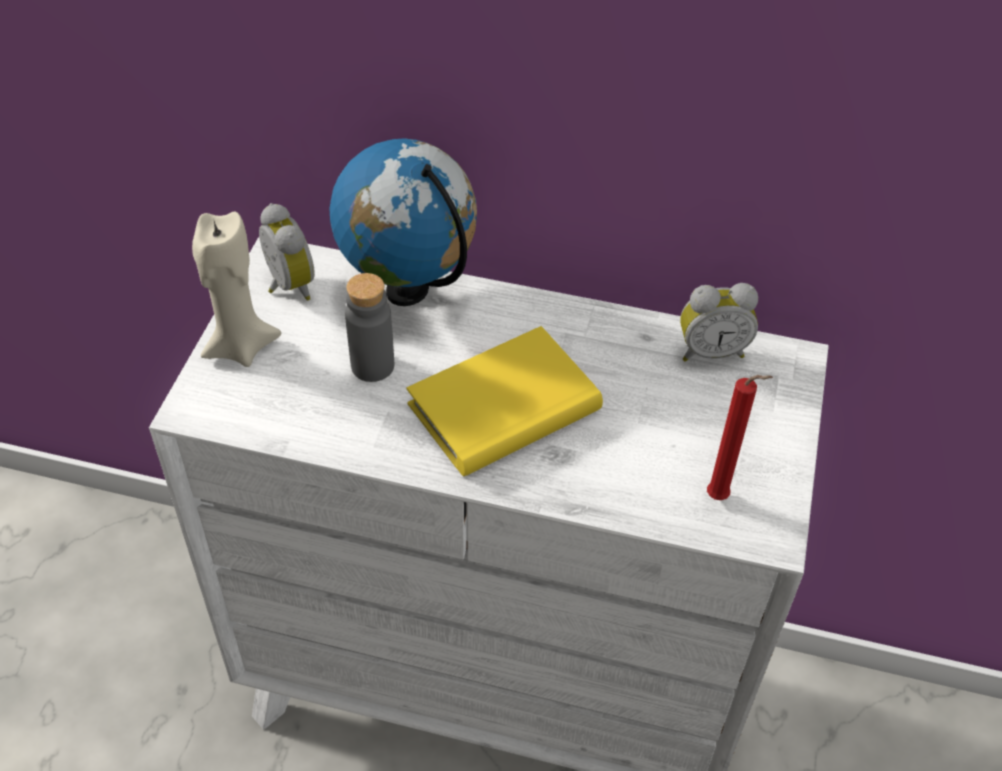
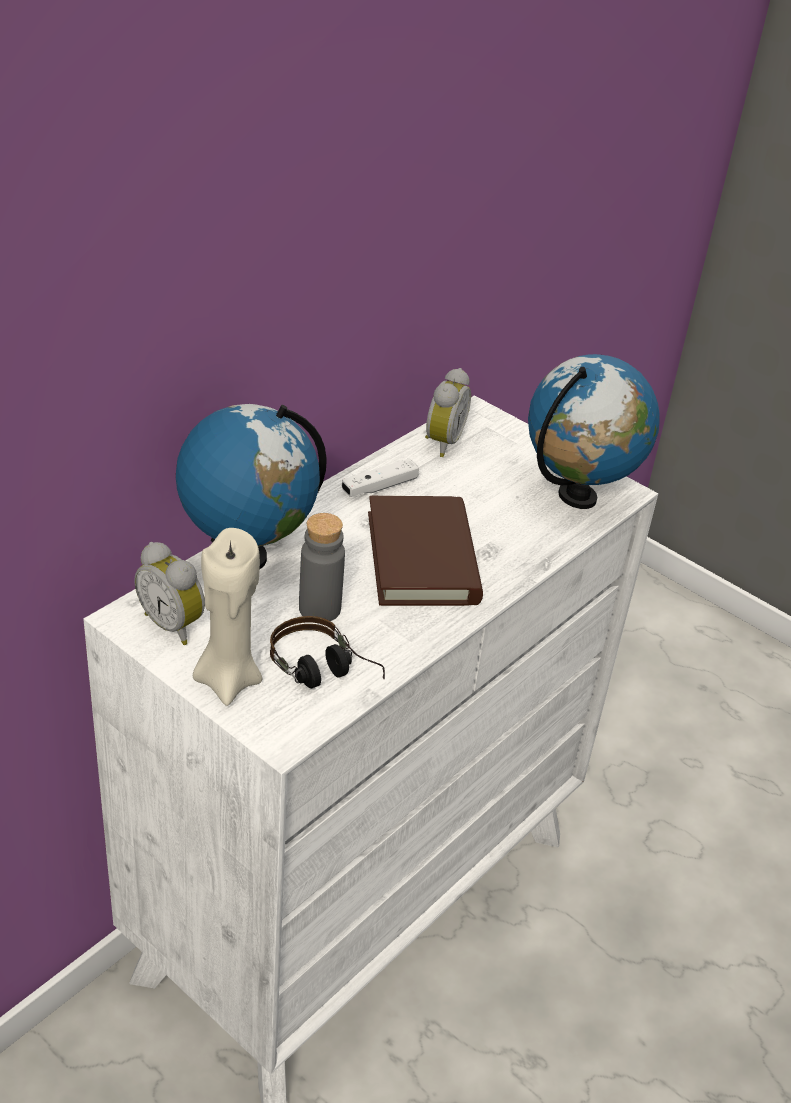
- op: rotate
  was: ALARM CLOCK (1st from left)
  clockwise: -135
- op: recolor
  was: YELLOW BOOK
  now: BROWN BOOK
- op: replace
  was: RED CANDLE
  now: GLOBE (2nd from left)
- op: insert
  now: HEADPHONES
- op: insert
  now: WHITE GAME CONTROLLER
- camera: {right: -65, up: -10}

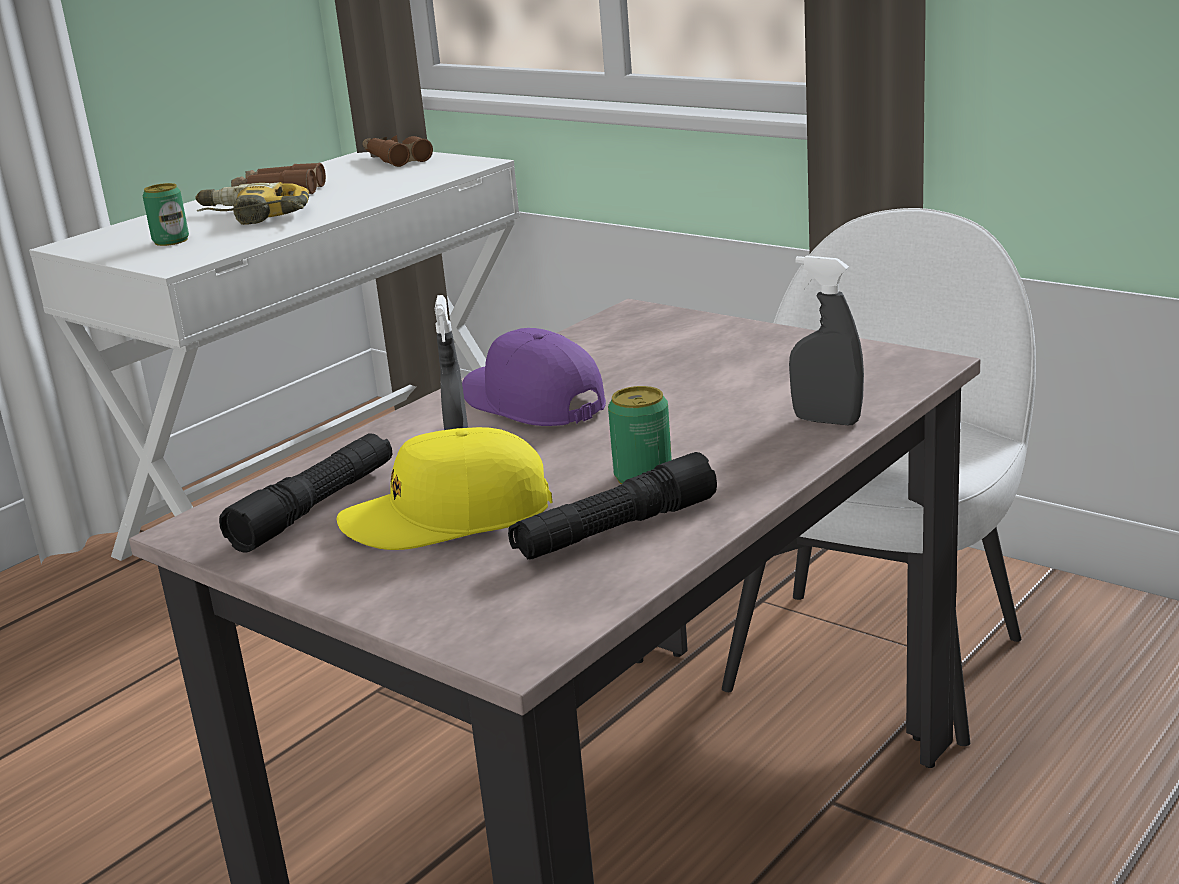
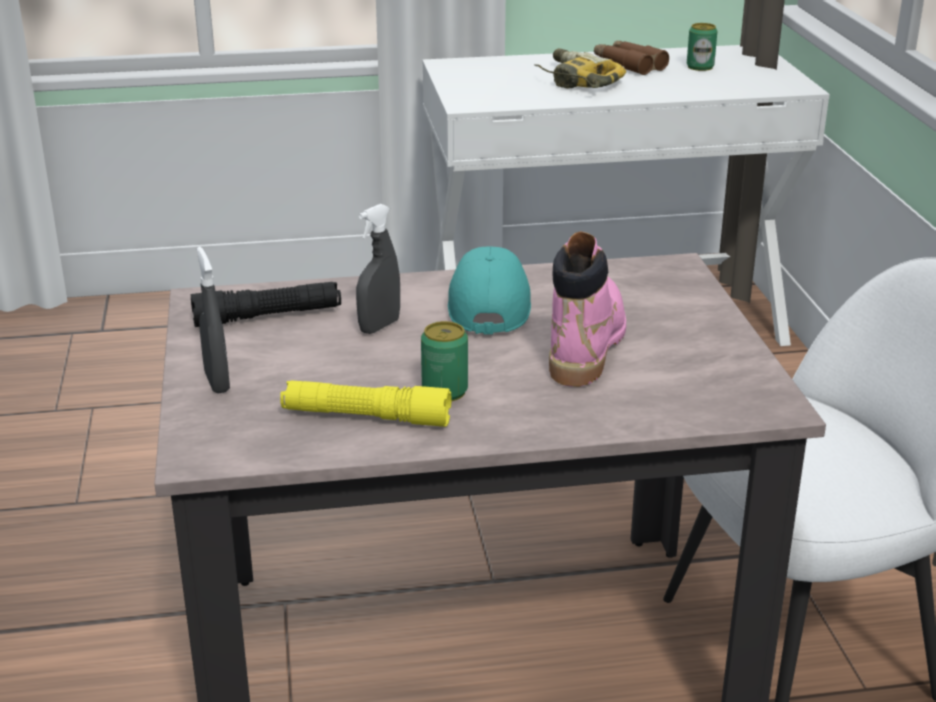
- op: move
  was: CAN (1st from left in the first image)
  now: CAN (2nd from left)
- op: delete
  was: YELLOW CAP
- op: delete
  was: BROWN BINOCULARS (2nd from left)
- op: recolor
  was: PURPLE CAP
  now: TURQUOISE CAP
- op: recolor
  was: BLACK FLASHLIGHT (2nd from left)
  now: YELLOW FLASHLIGHT
- op: move
  was: GREY SPRAY BOTTLE (2nd from left in the first image)
  now: GREY SPRAY BOTTLE (1st from left)
- op: insert
  now: PINK BOOT
- camera: {right: 40, up: 5}

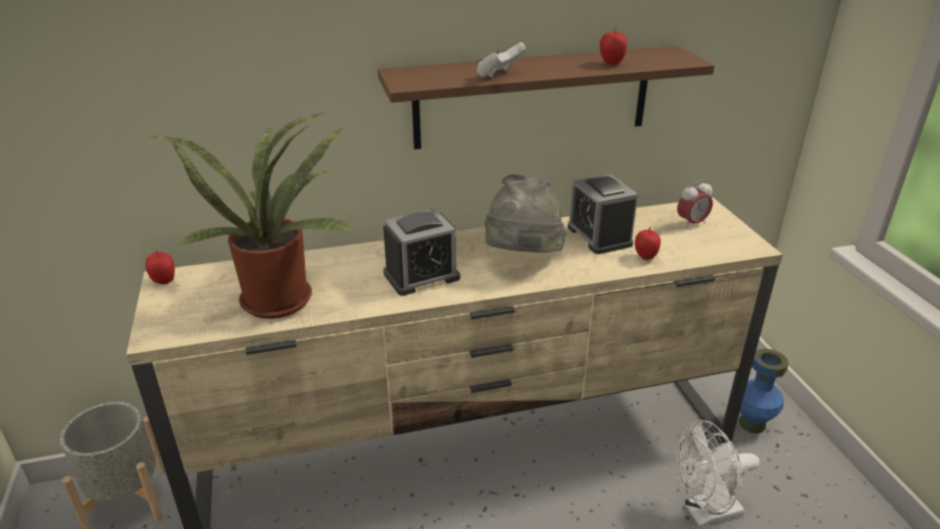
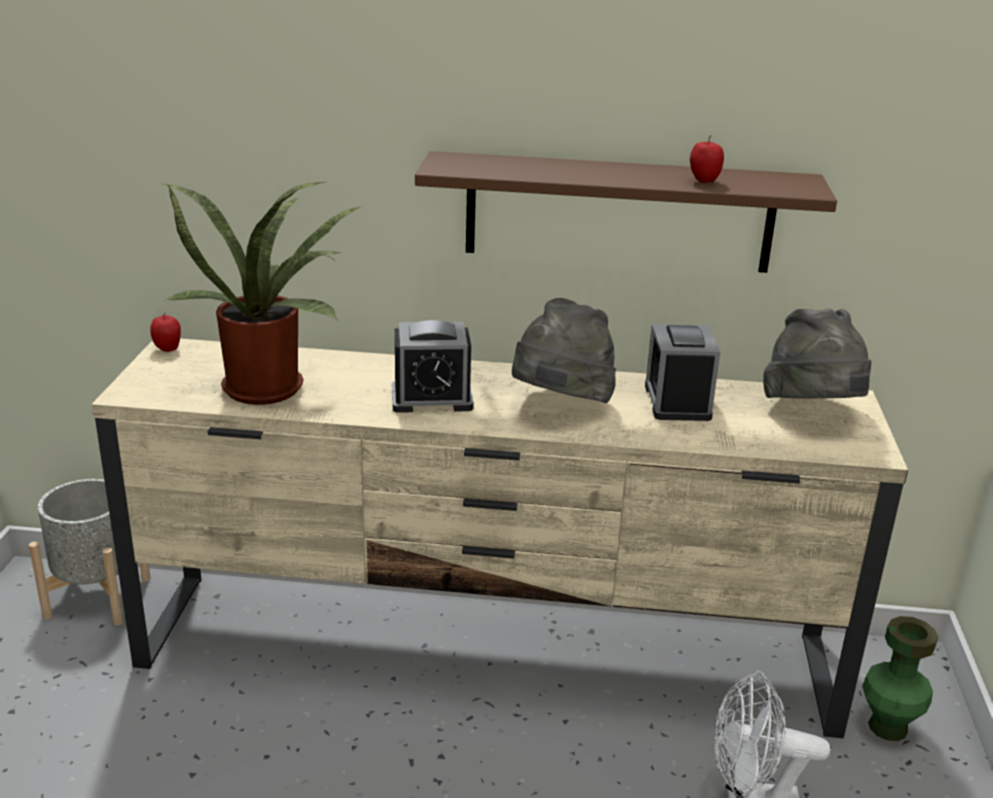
- op: delete
  was: WHITE GAME CONTROLLER
- op: delete
  was: APPLE (3rd from left)
- op: replace
  was: ALARM CLOCK (3rd from left)
  now: GREY HAT (2nd from left)
- op: recolor
  was: BLUE VASE
  now: GREEN VASE
- camera: {right: 20, up: -5}

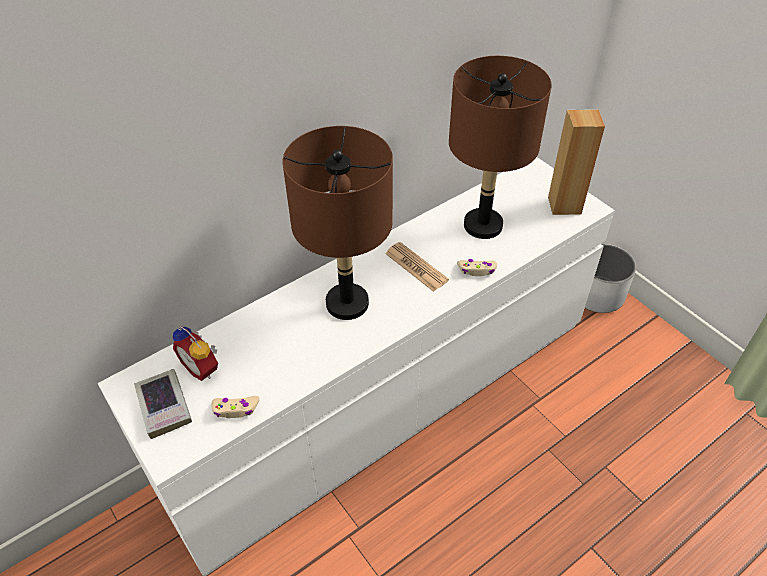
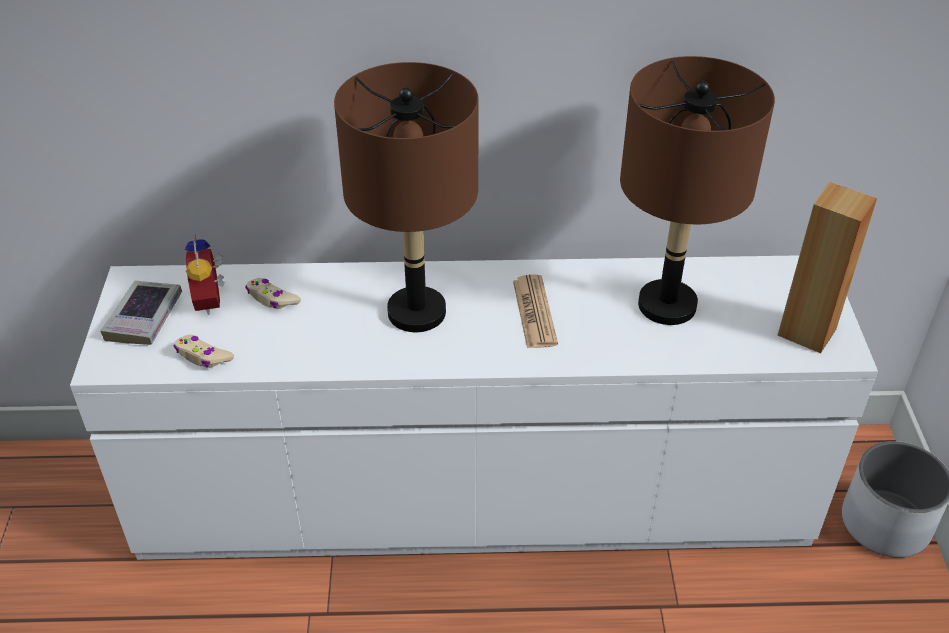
- op: move
  was: BEIGE GAME CONTROLLER (2nd from left)
- camera: {right: 35, up: -5}

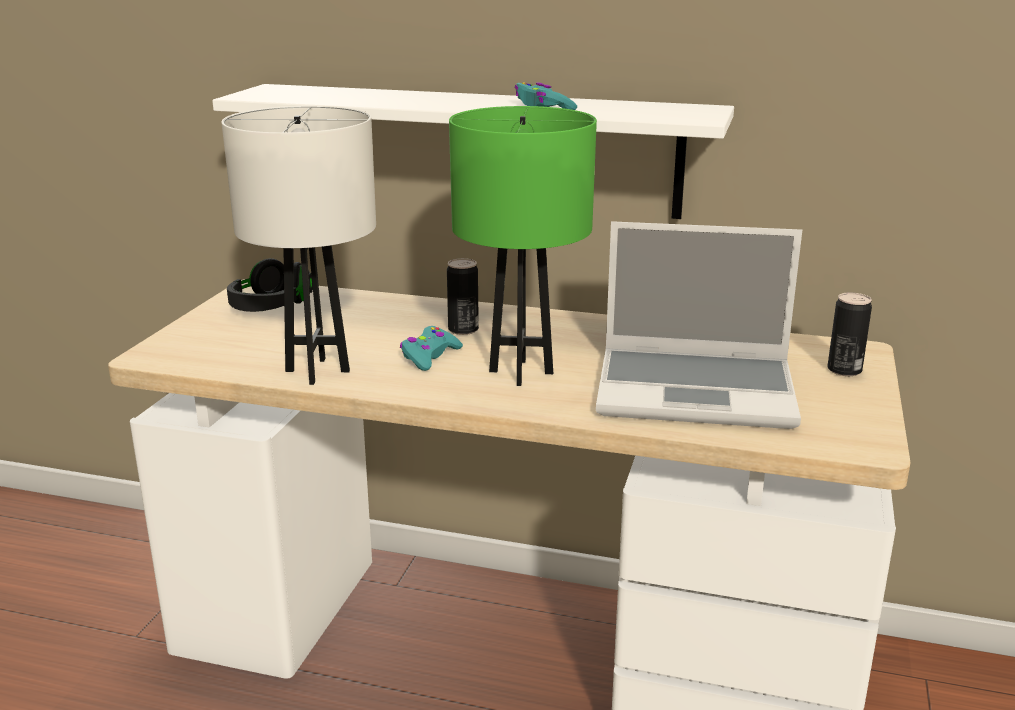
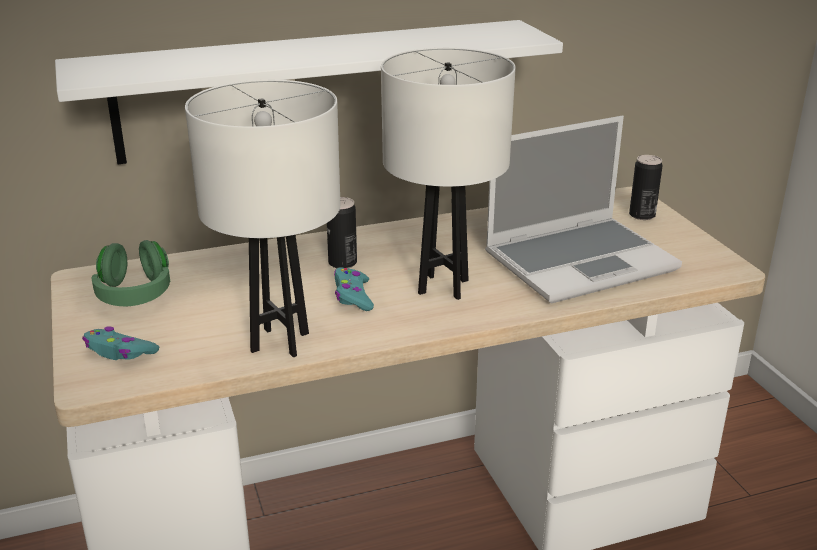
- op: recolor
  was: BLACK HEADPHONES
  now: GREEN HEADPHONES
- op: recolor
  was: GREEN TABLE LAMP
  now: WHITE TABLE LAMP (2nd from left)
- op: move
  was: TURQUOISE GAME CONTROLLER (2nd from left in the first image)
  now: TURQUOISE GAME CONTROLLER (1st from left)
- camera: {right: -35, up: 5}

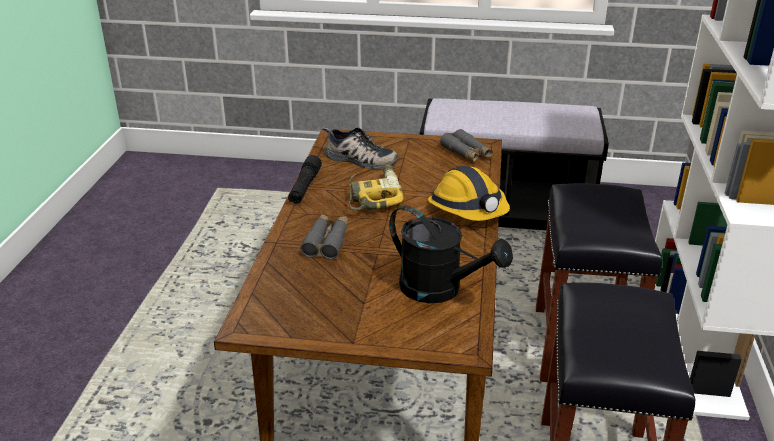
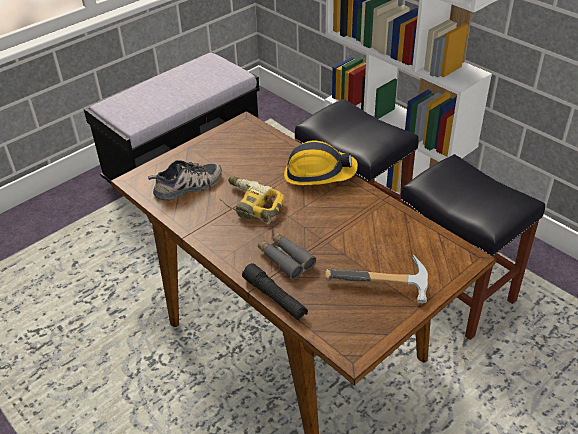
- op: move
  was: BLACK FLASHLIGHT
- op: delete
  was: BLACK WATERING CAN
- op: delete
  was: GREY BINOCULARS (2nd from left)
- op: insert
  now: HAMMER
- camera: {right: -50, up: 10}

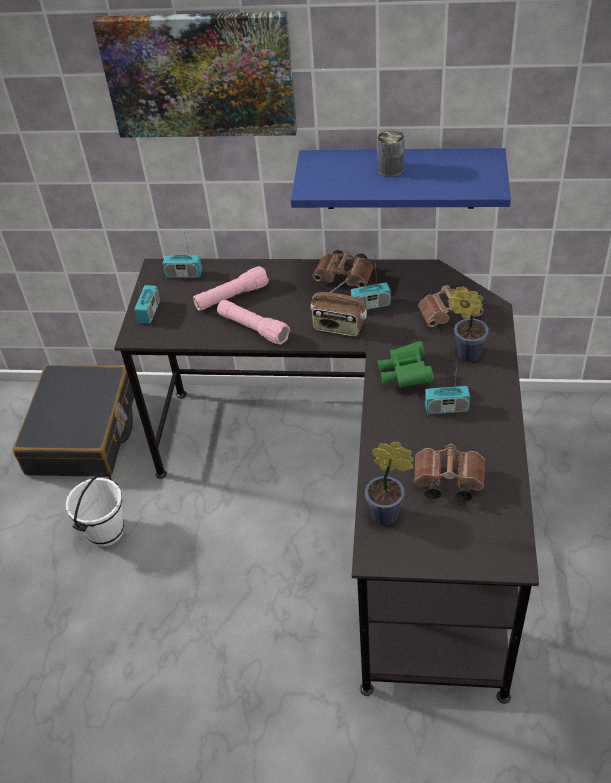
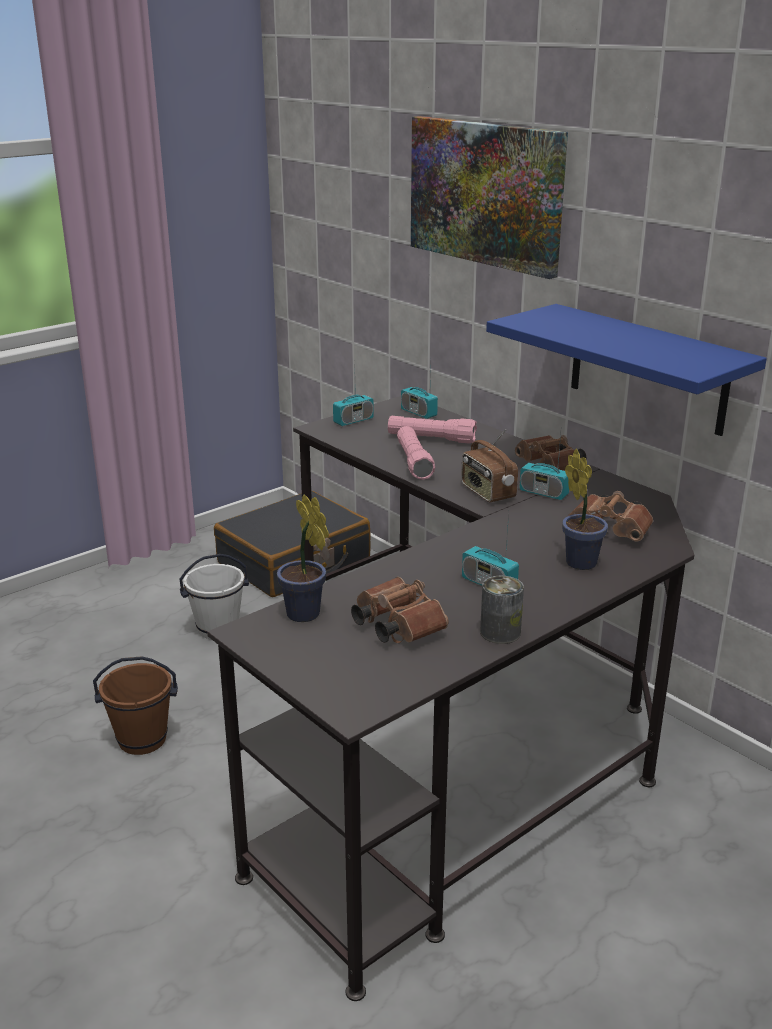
- op: move
  was: CAN
- op: delete
  was: GREEN BINOCULARS
- op: insert
  now: BROWN BUCKET
- camera: {right: 40, up: -20}

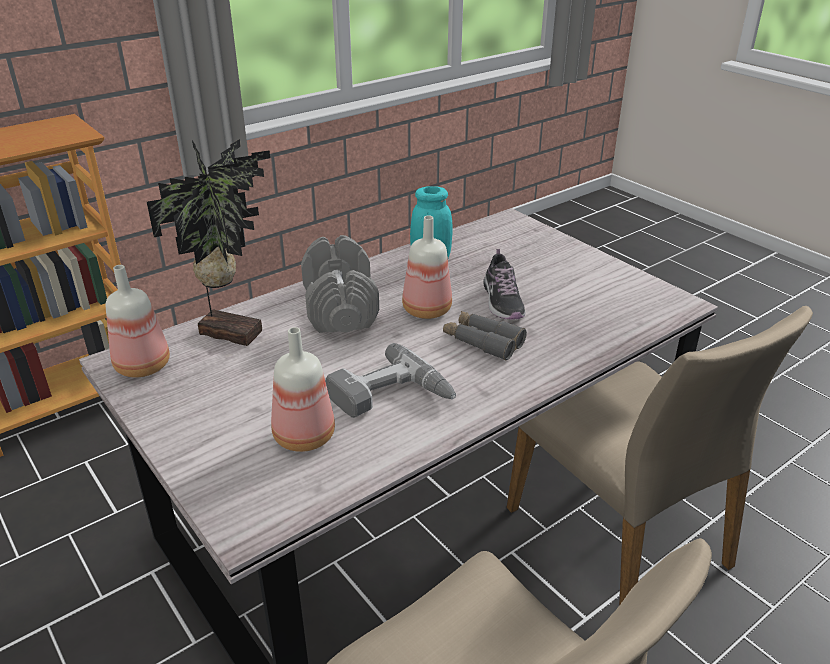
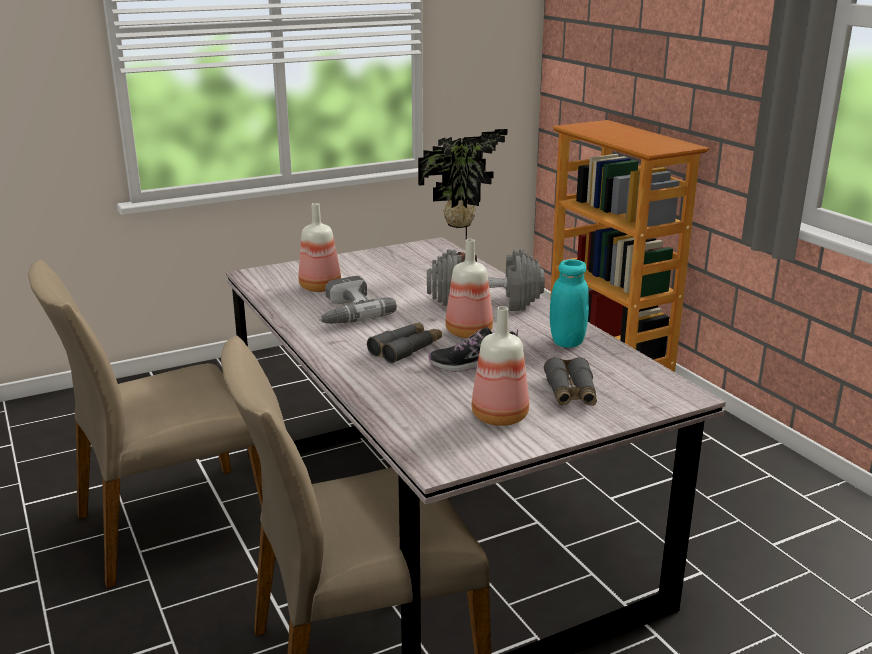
- op: move
  was: BOTTLE (1st from left in the first image)
  now: BOTTLE (3rd from left)
- op: insert
  now: GREY BINOCULARS (2nd from left)
- camera: {right: 100, up: -10}

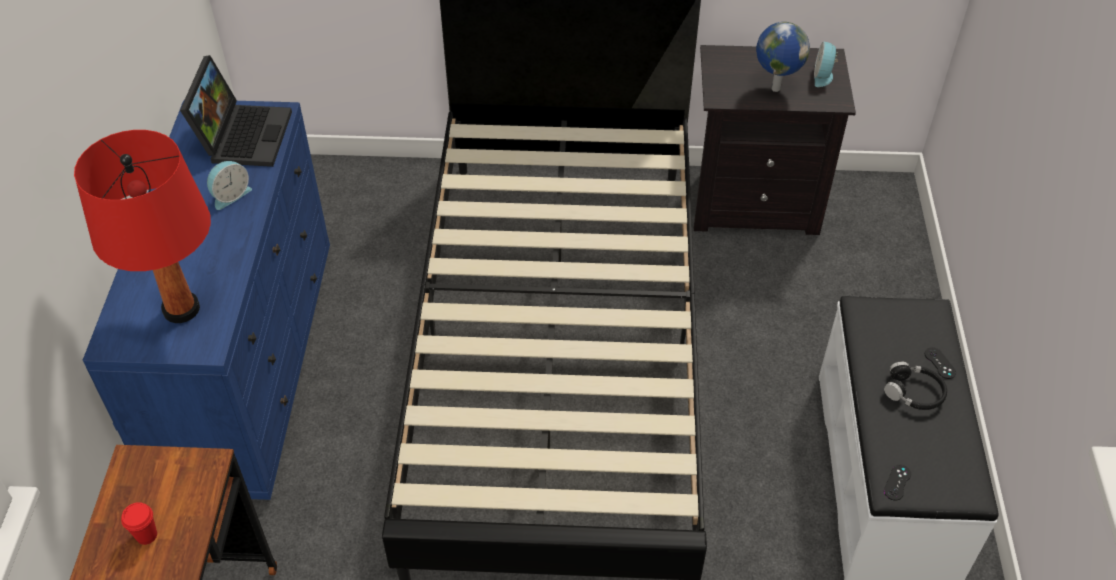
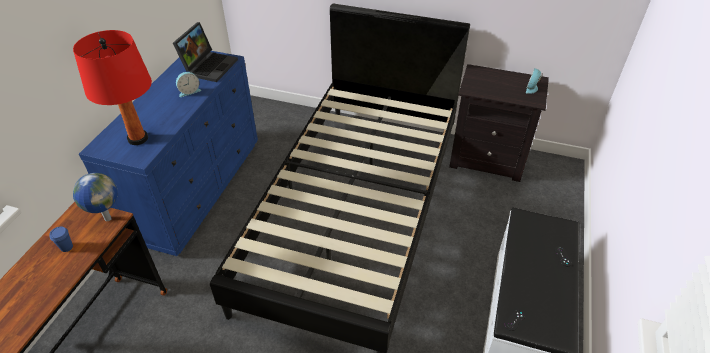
- op: recolor
  was: RED CUP
  now: BLUE CUP
- op: move
  was: GLOBE
- op: delete
  was: BLACK HEADPHONES
- camera: {right: 15, up: -5}

